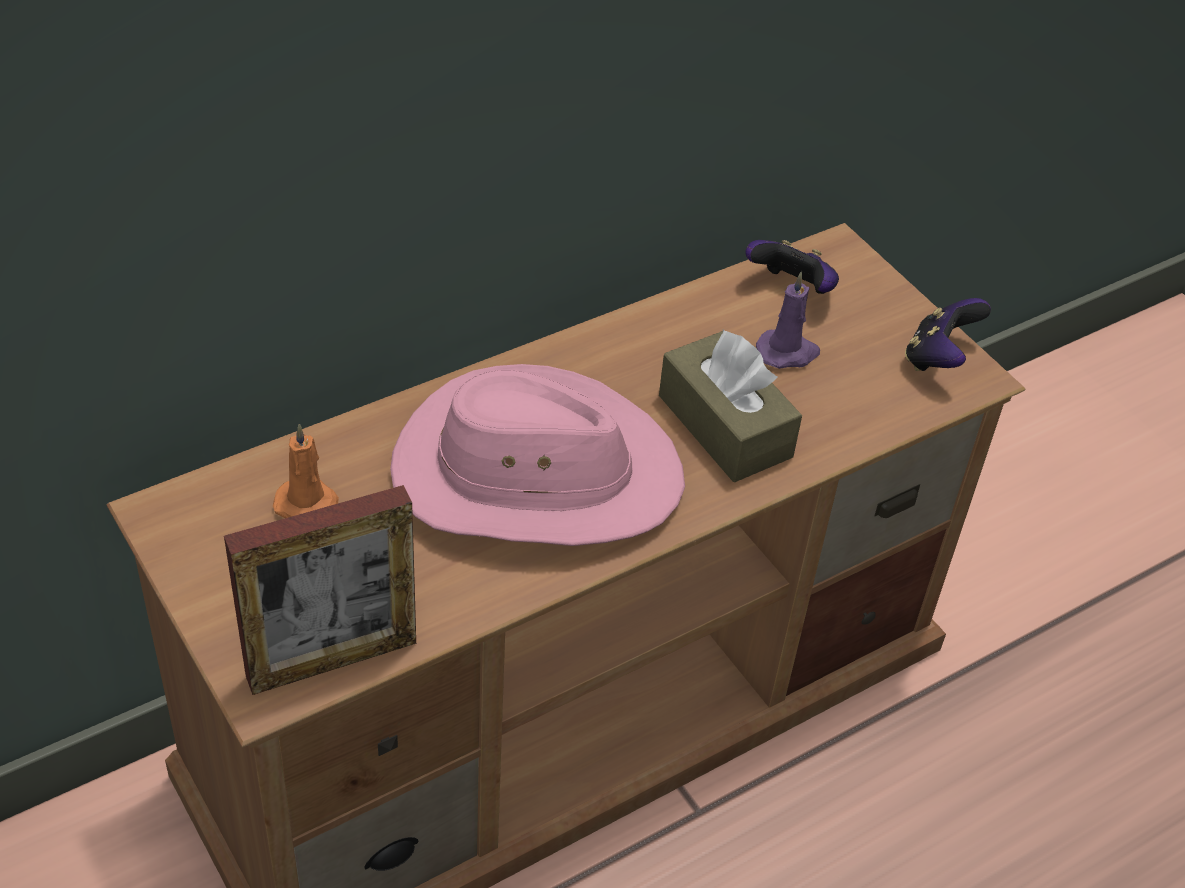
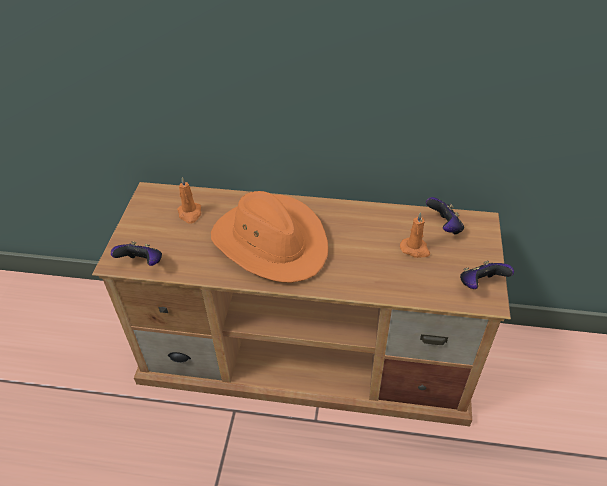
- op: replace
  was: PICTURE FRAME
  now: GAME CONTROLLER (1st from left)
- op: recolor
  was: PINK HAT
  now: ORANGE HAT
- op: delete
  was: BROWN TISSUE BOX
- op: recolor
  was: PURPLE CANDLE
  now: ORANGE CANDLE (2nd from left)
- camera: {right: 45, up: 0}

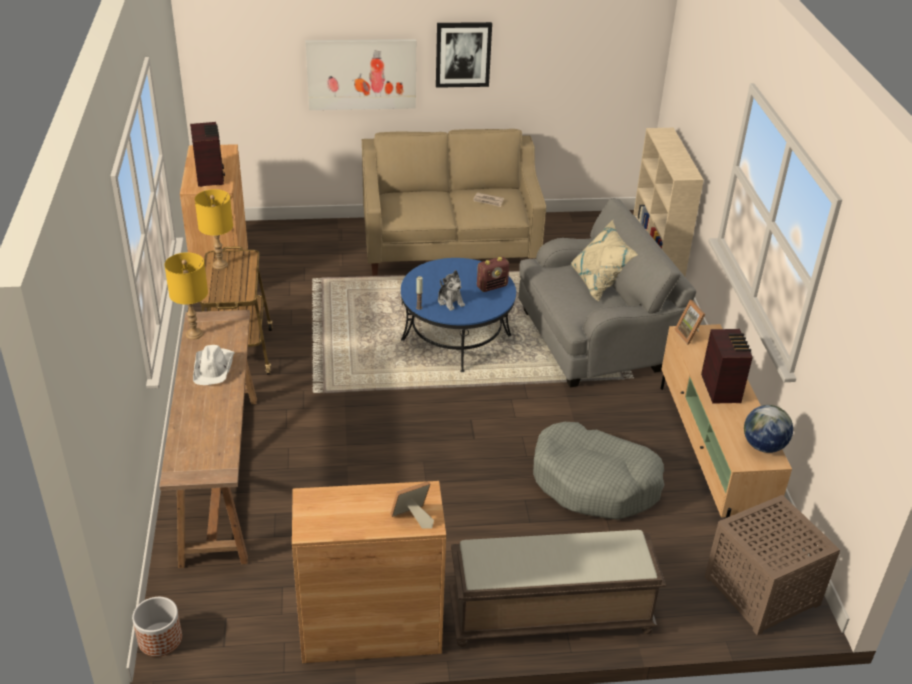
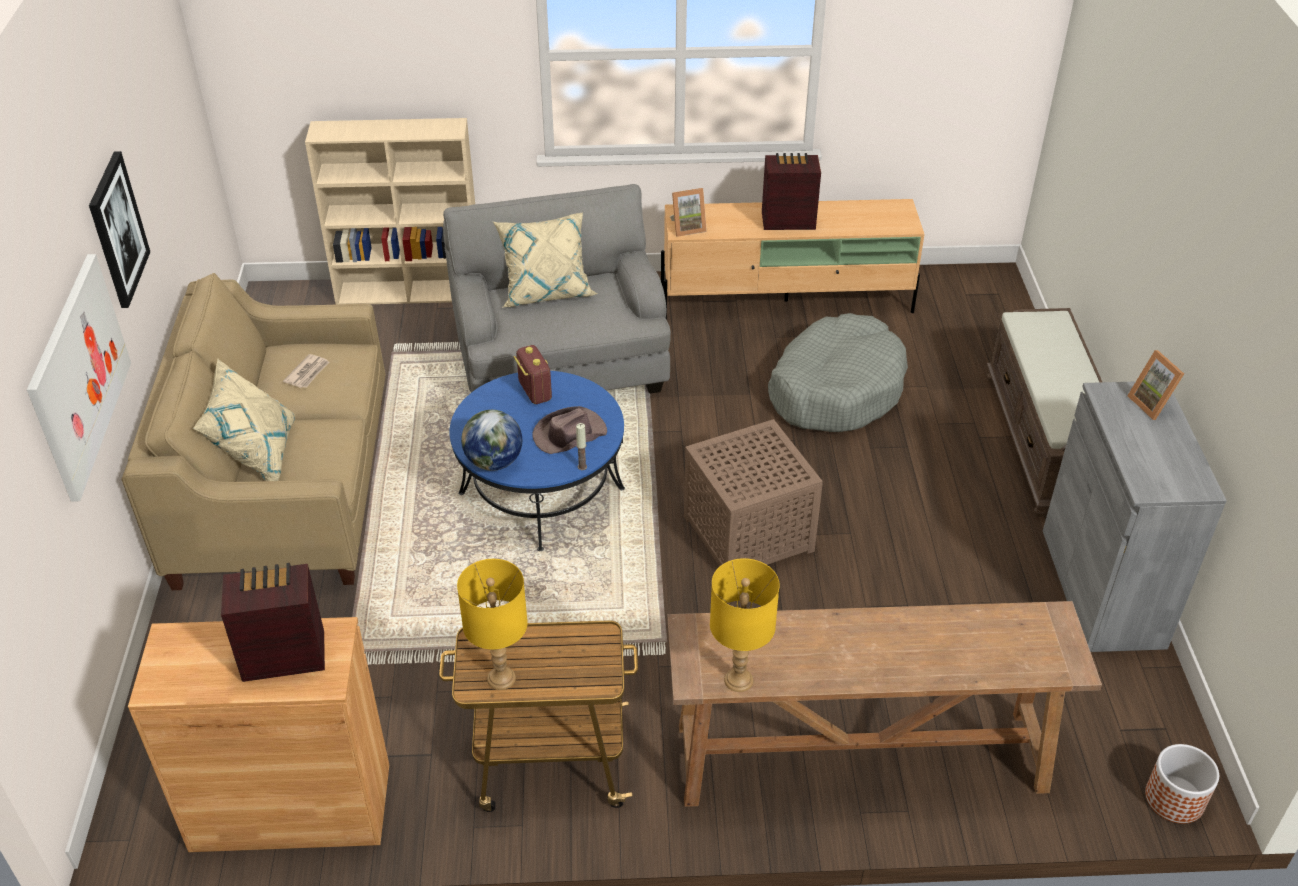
- op: delete
  was: WHITE HAT
- op: recolor
  was: BROWN CABINET (2nd from left)
  now: GREY CABINET
- op: replace
  was: PLUSH TOY
  now: BROWN HAT
- op: move
  was: BROWN SIDE TABLE
- op: move
  was: GLOBE
- op: insert
  now: BEIGE PILLOW (1st from left)
- camera: {right: -85, up: 5}

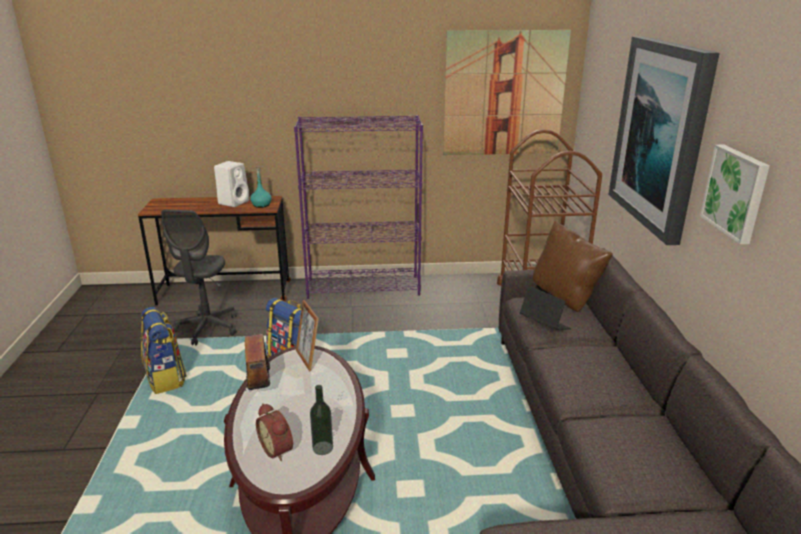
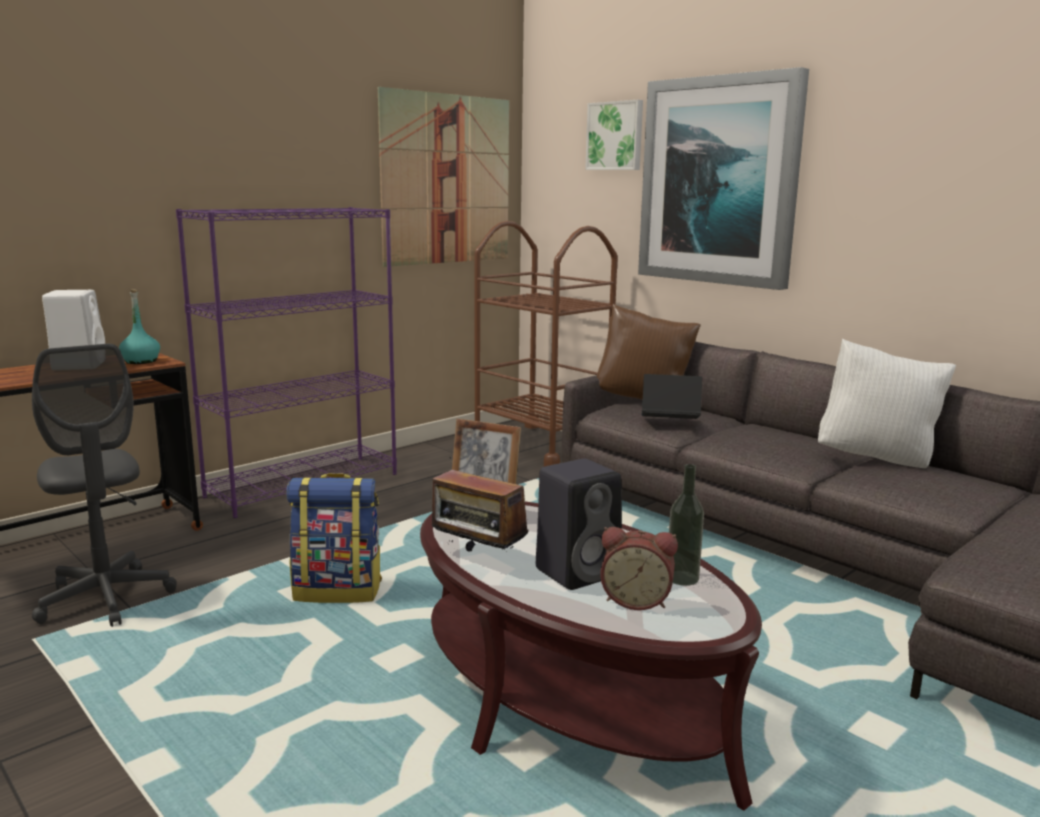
- op: delete
  was: BACKPACK (1st from left)
- op: move
  was: PICTURE (3rd from left in the first image)
  now: PICTURE (2nd from left)
- op: insert
  now: BLACK SPEAKER
- op: insert
  now: WHITE PILLOW
- camera: {right: -40, up: -10}

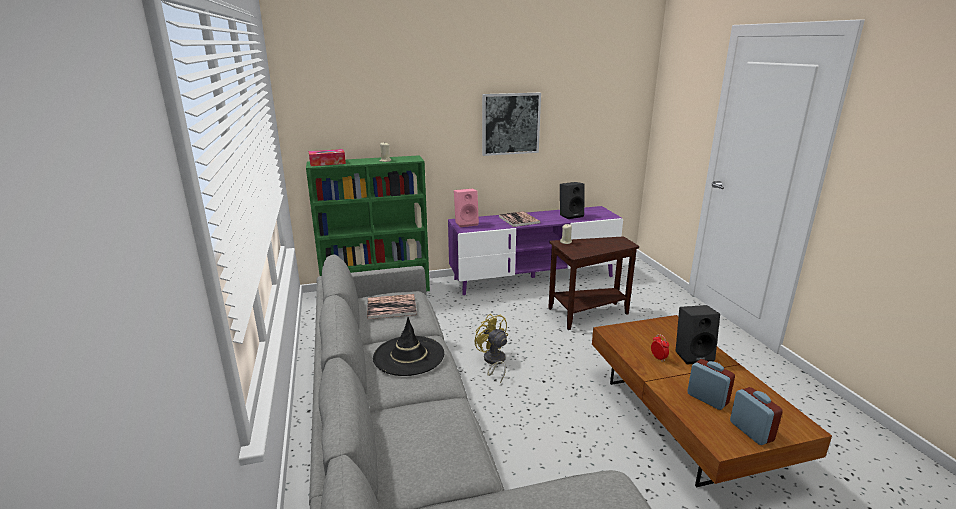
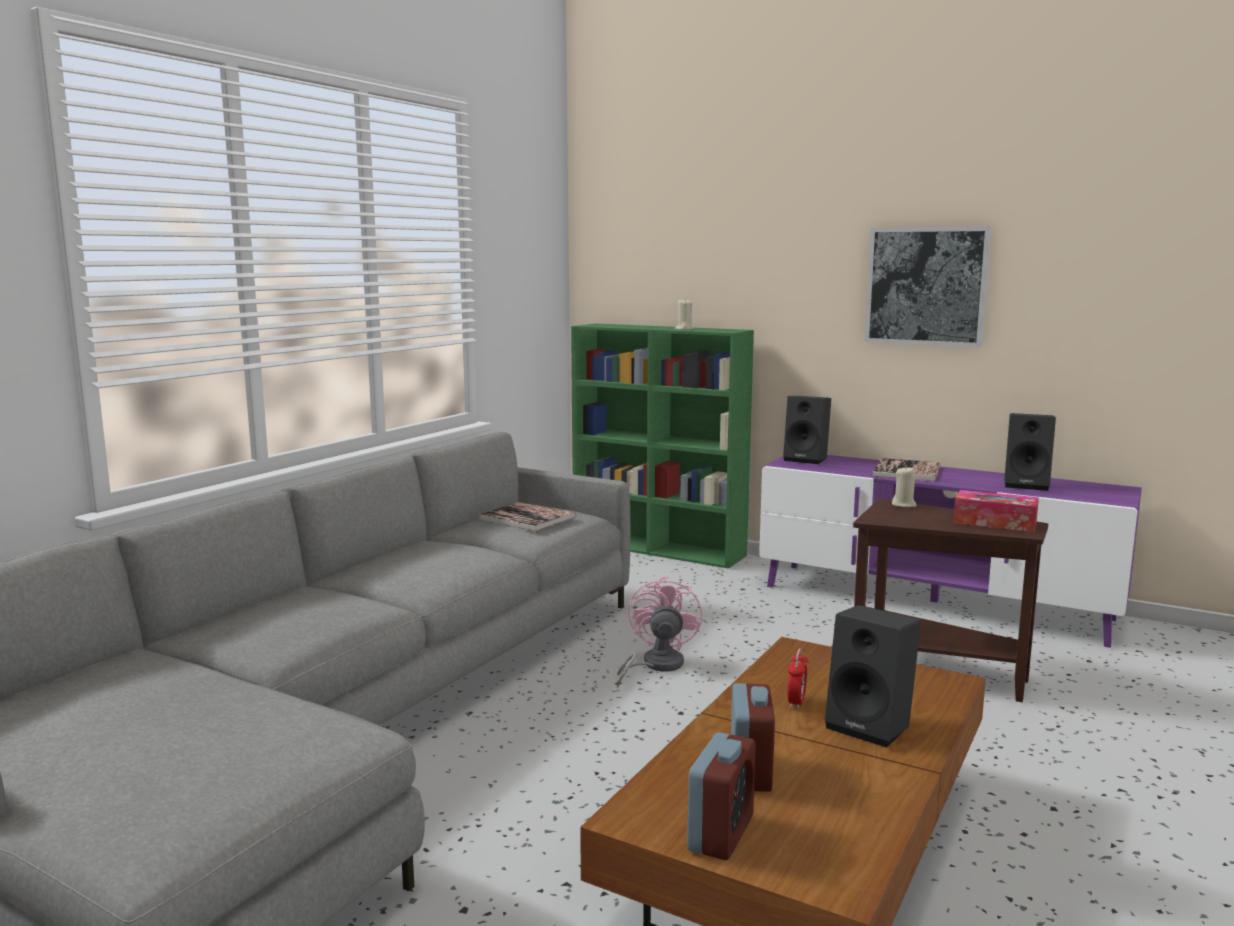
- op: move
  was: TISSUE BOX
- op: delete
  was: BLACK HAT
- op: recolor
  was: PINK SPEAKER
  now: BLACK SPEAKER (1st from left)
- op: recolor
  was: YELLOW FAN
  now: PINK FAN
- camera: {right: 45, up: -10}

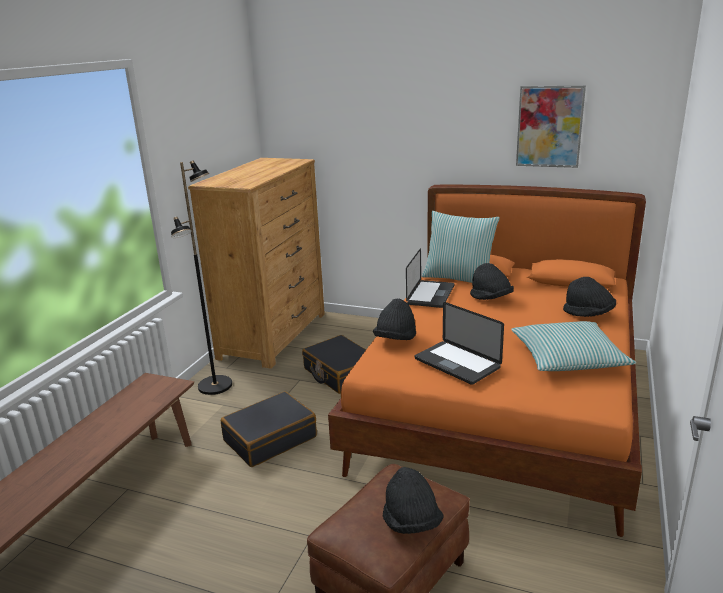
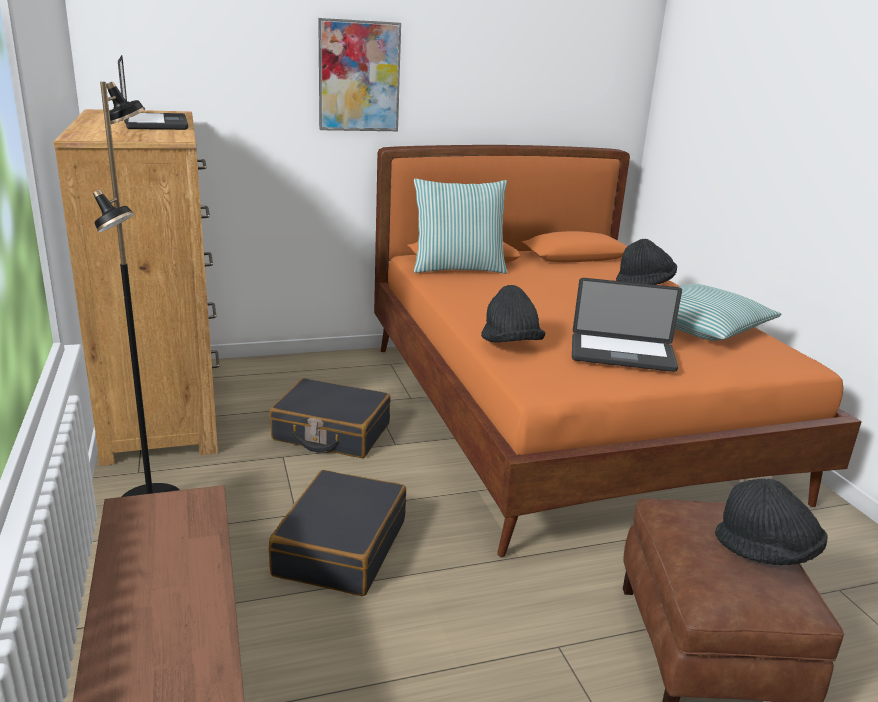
- op: move
  was: LAPTOP (1st from left)
- op: delete
  was: BLACK HAT (3rd from left)
- op: move
  was: PICTURE
- camera: {right: -40, up: 0}

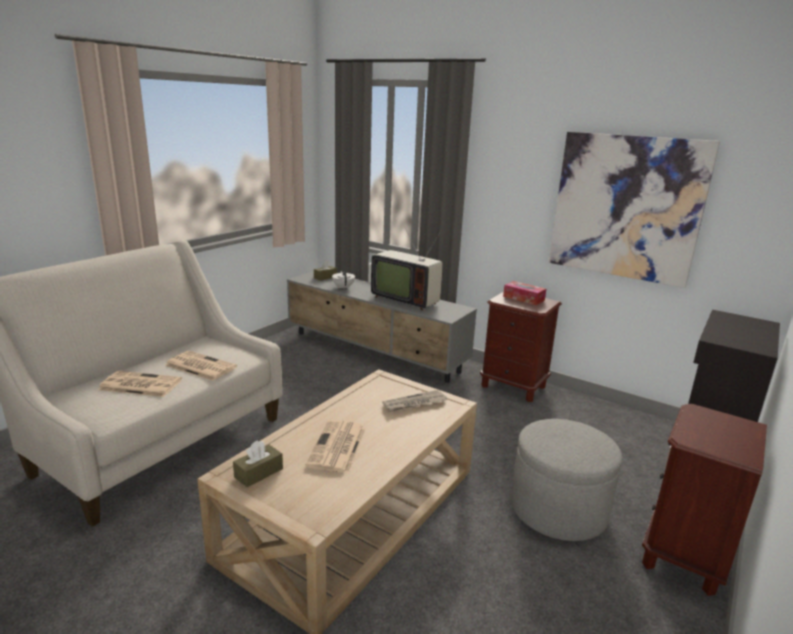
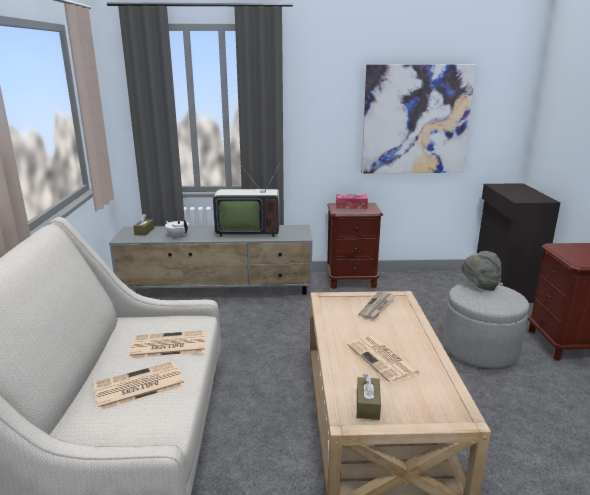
- op: insert
  now: GREY HAT
- camera: {right: -35, up: 0}

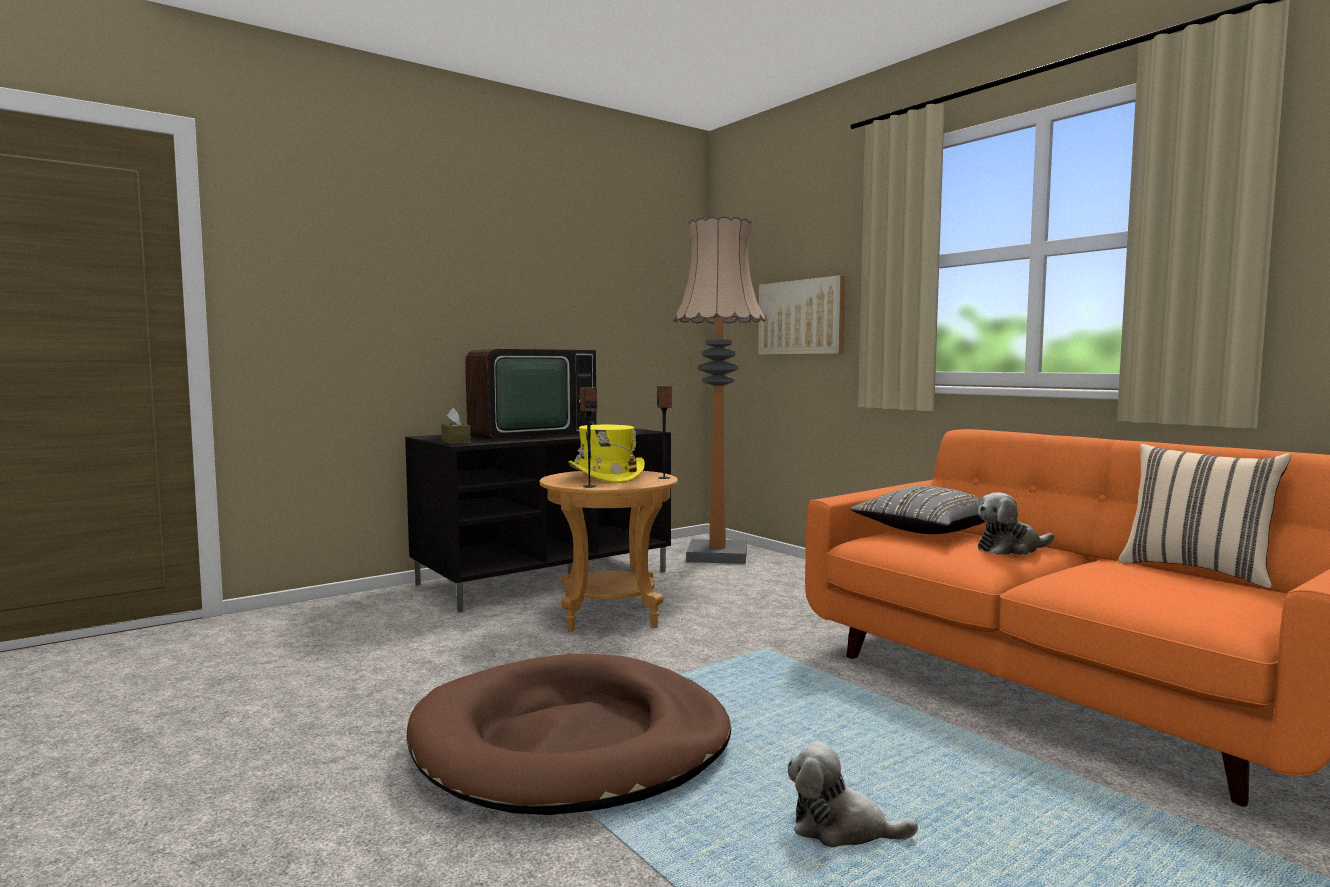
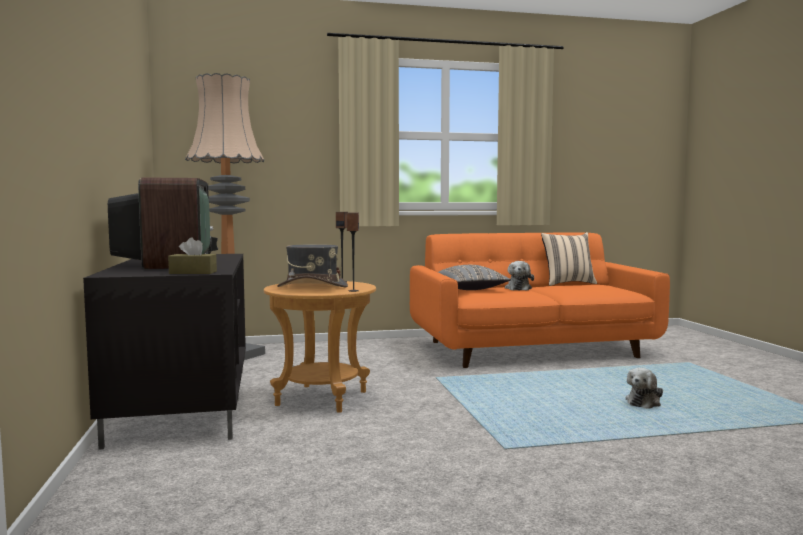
- op: delete
  was: BROWN DOG BED
- op: recolor
  was: YELLOW HAT
  now: GREY HAT
- op: delete
  was: PICTURE
- camera: {right: -65, up: 0}

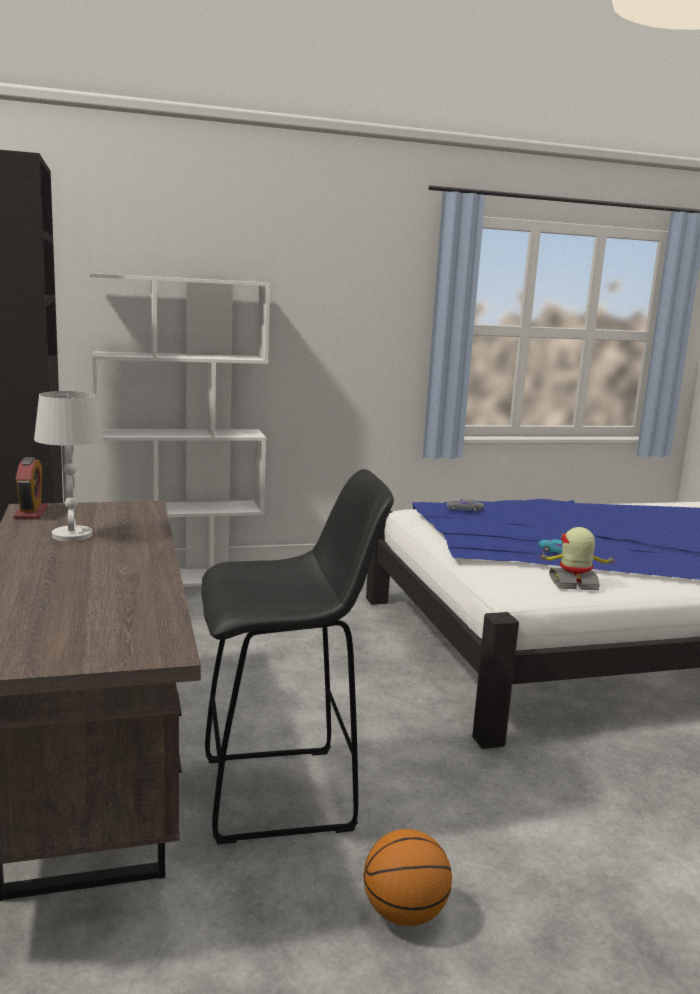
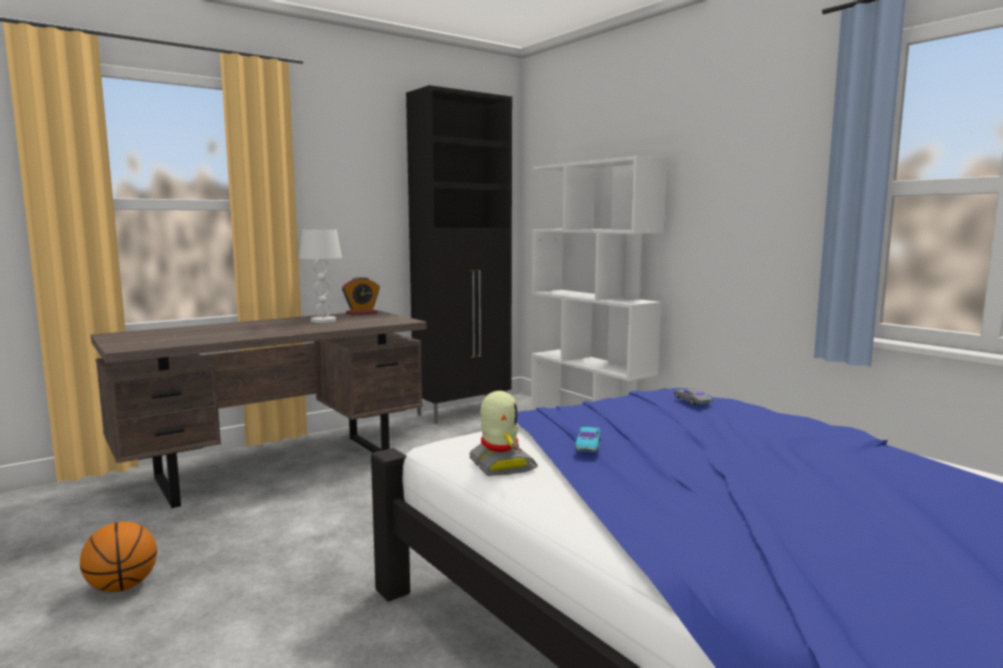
- op: delete
  was: BLACK STOOL
- camera: {right: 70, up: -5}

